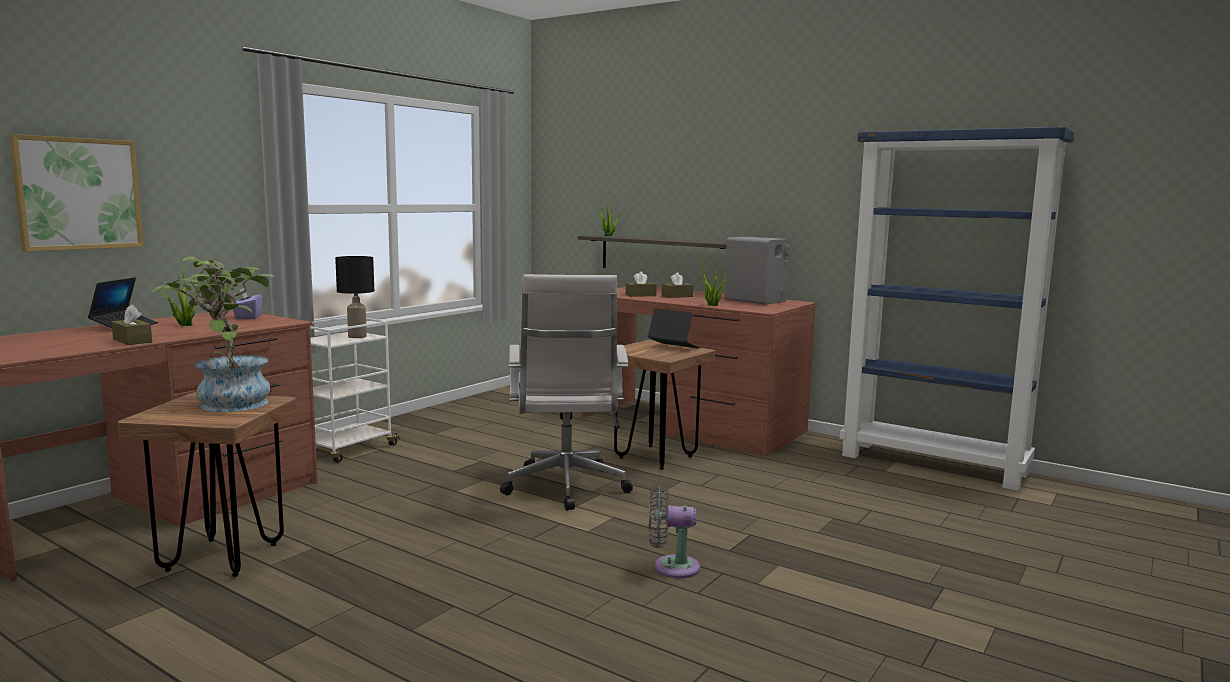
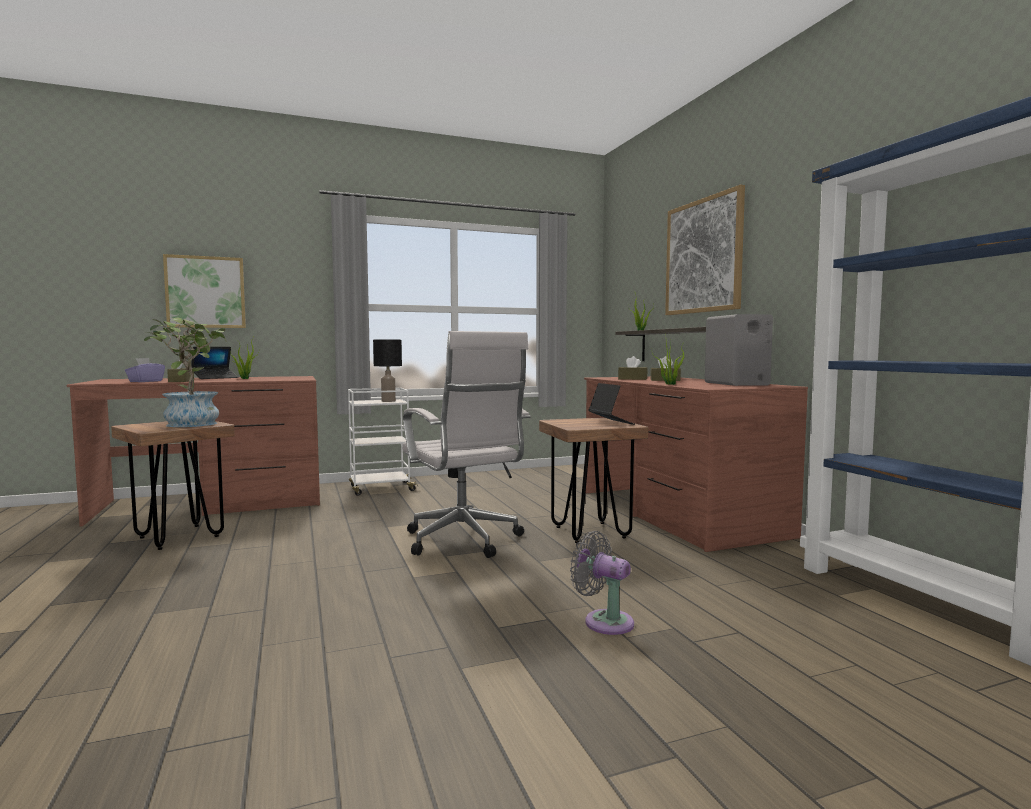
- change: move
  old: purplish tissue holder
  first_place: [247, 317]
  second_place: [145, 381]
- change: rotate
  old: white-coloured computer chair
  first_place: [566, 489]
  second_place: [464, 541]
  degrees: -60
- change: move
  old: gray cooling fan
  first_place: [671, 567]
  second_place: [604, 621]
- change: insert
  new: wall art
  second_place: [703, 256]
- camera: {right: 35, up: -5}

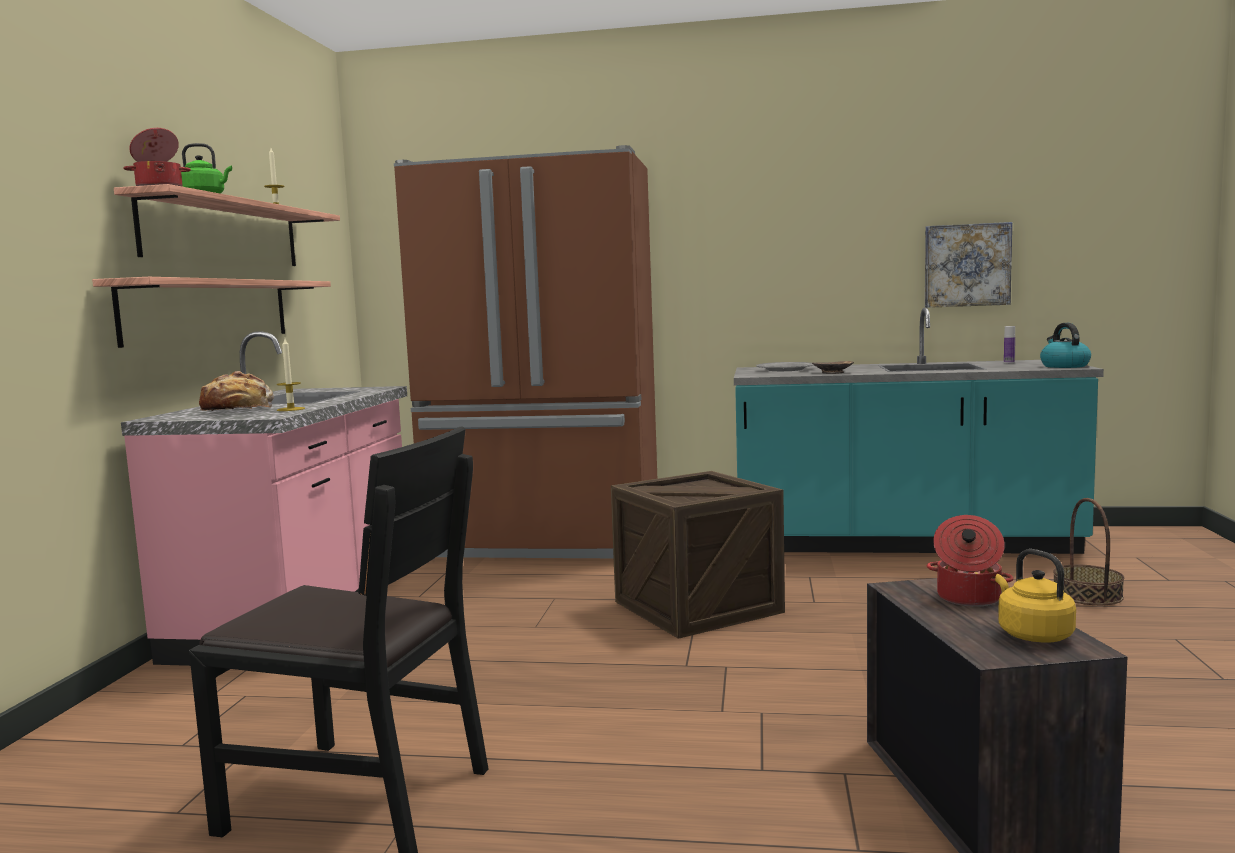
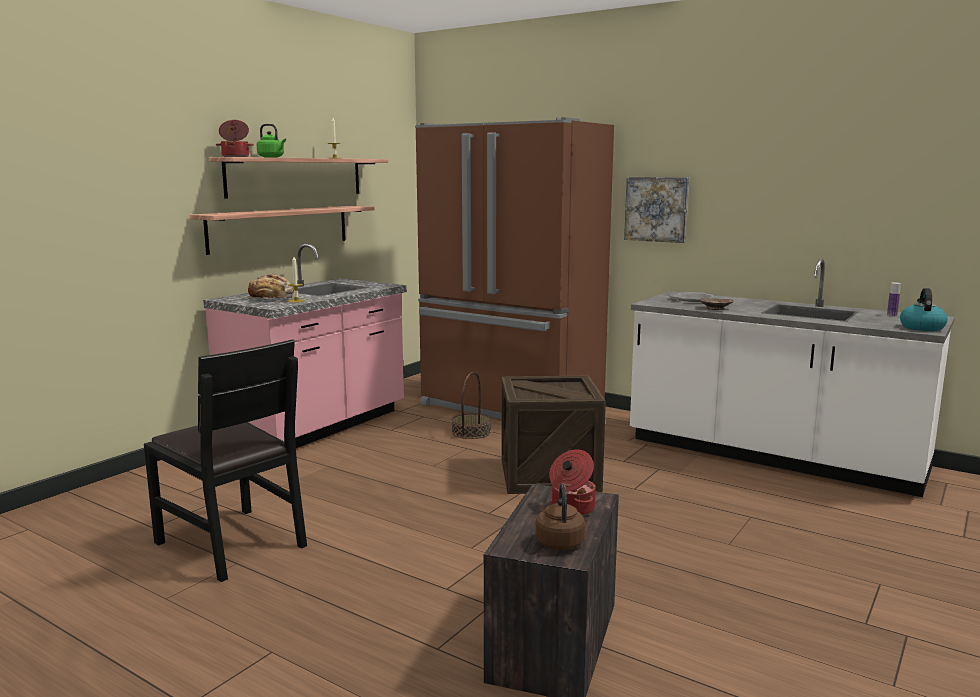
- change: recolor
  old: blue-green kitchen base unit
  new: white-coloured kitchen base unit
  first_place: [901, 543]
  second_place: [772, 456]
- change: move
  old: wall art
  first_place: [966, 265]
  second_place: [656, 209]
- change: recolor
  old: yellowish kettle
  new: brown kettle
  first_place: [1032, 634]
  second_place: [559, 542]
- change: move
  old: storage basket
  first_place: [1087, 595]
  second_place: [471, 432]
- camera: {right: 25, up: 5}

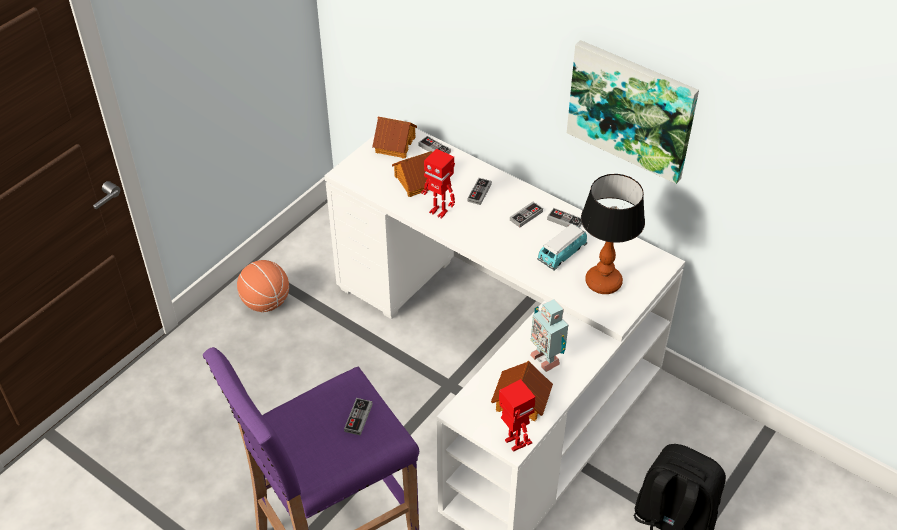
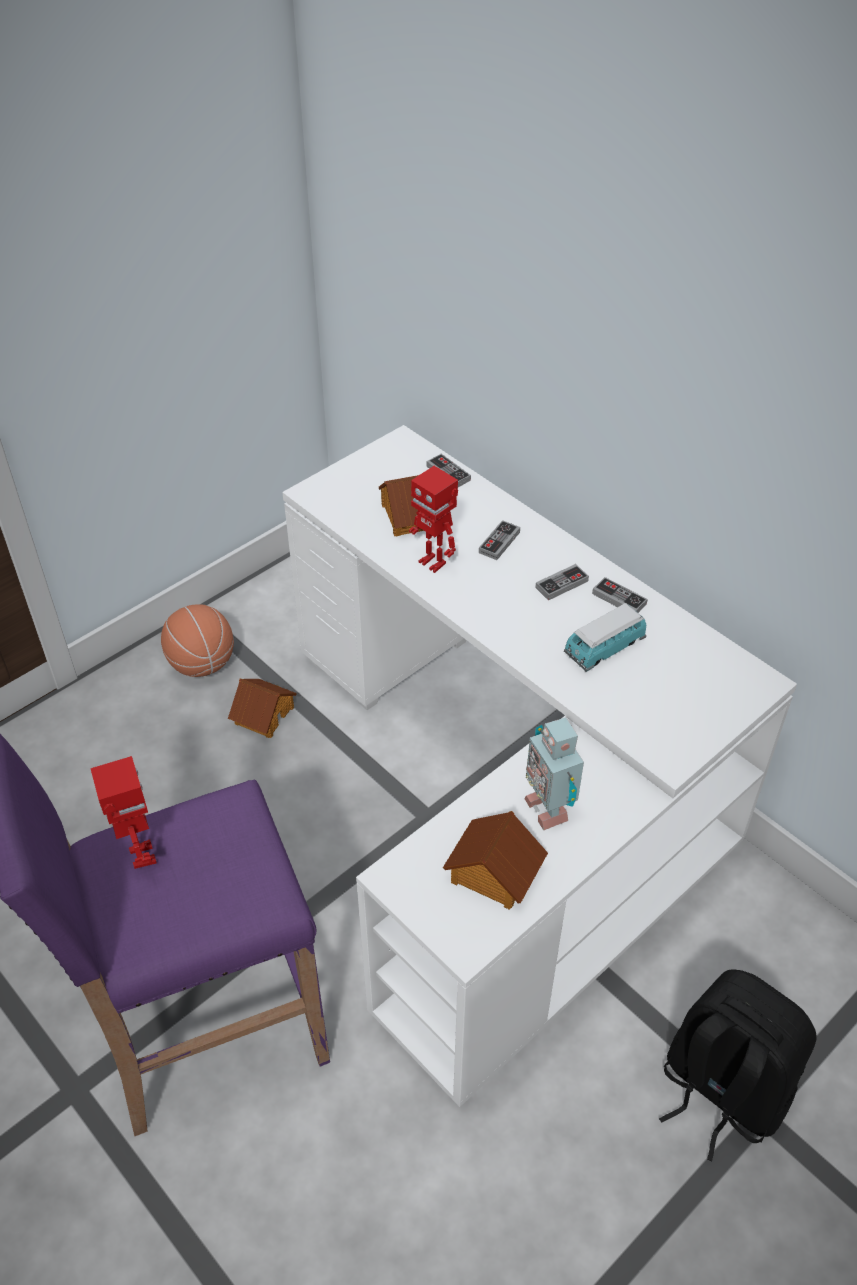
- change: delete
  old: gamepad
  first_place: [358, 418]
- change: move
  old: model house
  first_place: [394, 144]
  second_place: [263, 714]
- change: move
  old: robot figure
  first_place: [514, 443]
  second_place: [141, 856]
- change: delete
  old: wall art
  first_place: [631, 109]
- change: delete
  old: lamp for a table
  first_place: [603, 282]
- camera: {right: 10, up: 0}

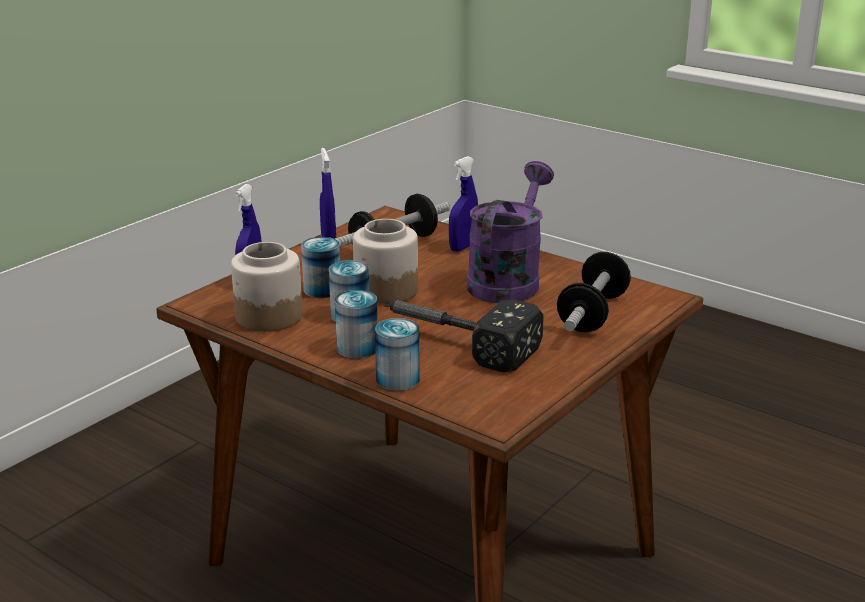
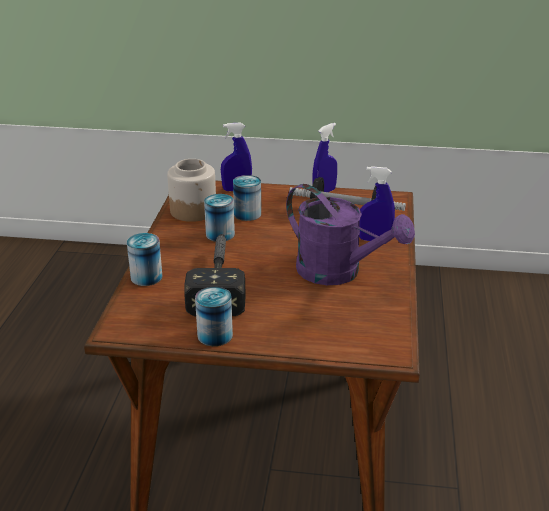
- change: move
  old: can
  first_place: [357, 348]
  second_place: [215, 335]
- change: delete
  old: preserve jar
  first_place: [385, 290]
- change: rotate
  old: purplish watering can
  first_place: [507, 280]
  second_place: [338, 273]
  degrees: 45
- change: delete
  old: dumbbell
  first_place: [593, 313]
- camera: {right: 60, up: 5}

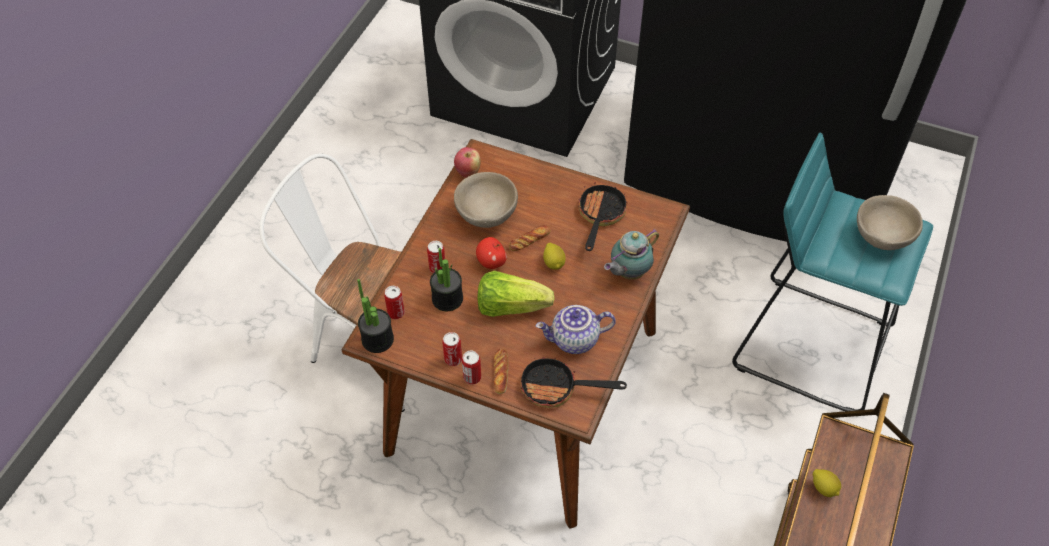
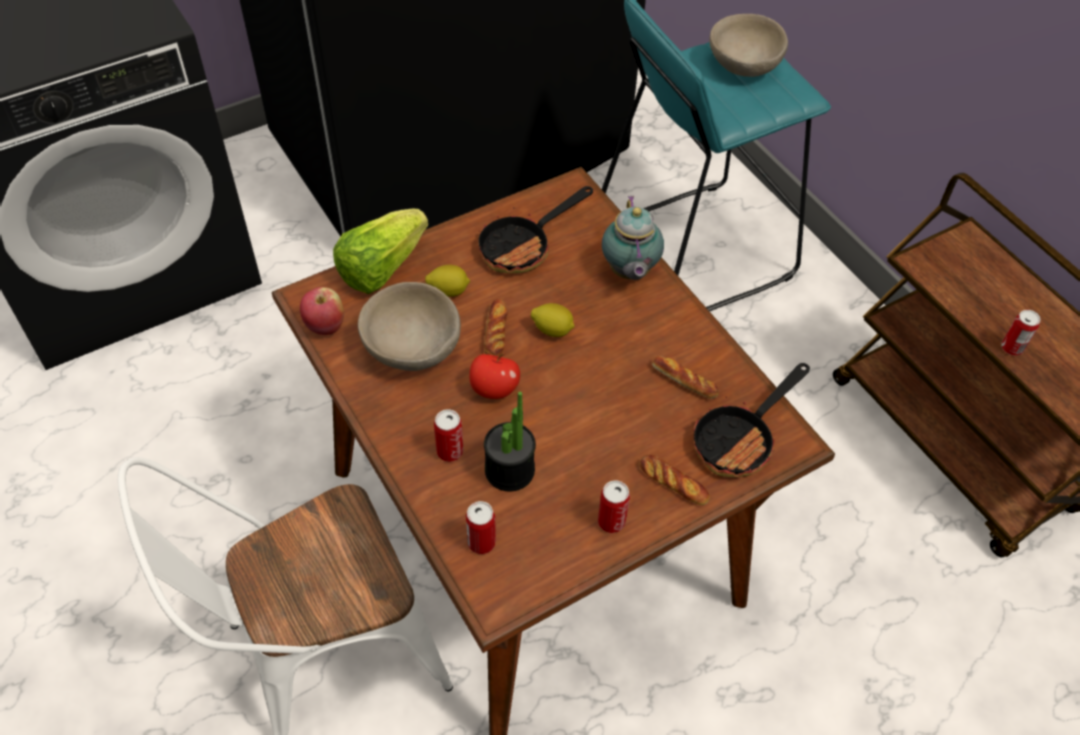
- change: delete
  old: potted plant
  first_place: [377, 339]
- change: move
  old: can
  first_place: [472, 377]
  second_place: [1012, 347]
- change: move
  old: head of lettuce
  first_place: [510, 306]
  second_place: [381, 267]
- change: replace
  old: pot for tea
  new: bakery bread
  first_place: [574, 341]
  second_place: [684, 380]
- change: rotate
  old: pan
  first_place: [600, 216]
  second_place: [523, 246]
  degrees: -90
- change: move
  old: lemon
  first_place: [824, 488]
  second_place: [448, 291]
- camera: {right: -55, up: 0}

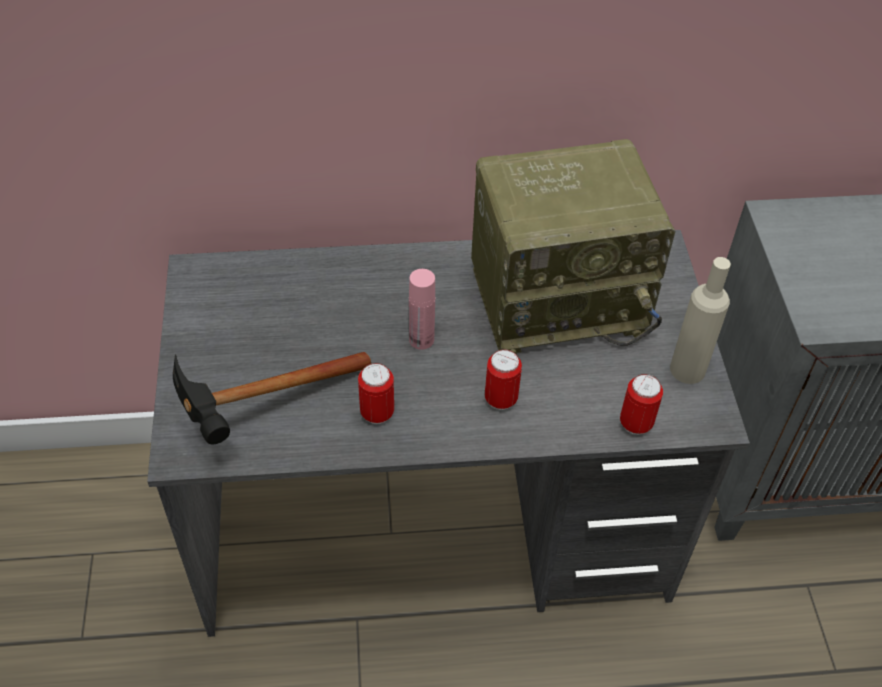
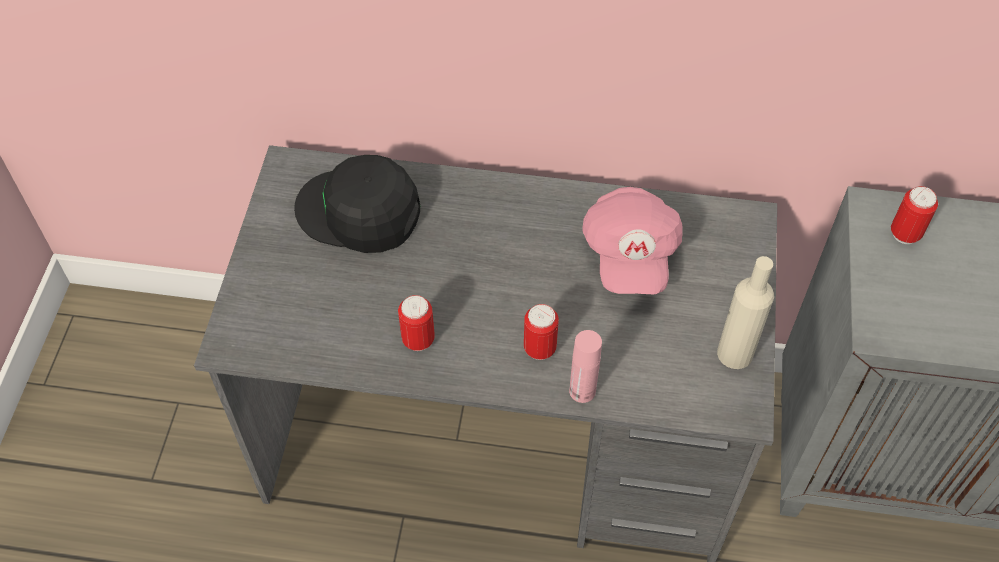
- change: delete
  old: tool hammer
  first_place: [258, 413]
- change: move
  old: pinkish bottle
  first_place: [421, 339]
  second_place: [582, 391]
- change: replace
  old: radio set
  new: pinkish cap
  first_place: [559, 297]
  second_place: [629, 254]
- change: move
  old: can
  first_place: [635, 423]
  second_place: [905, 234]
- change: insert
  new: black-coloured cap
  second_place: [359, 212]
- camera: {right: 15, up: 5}

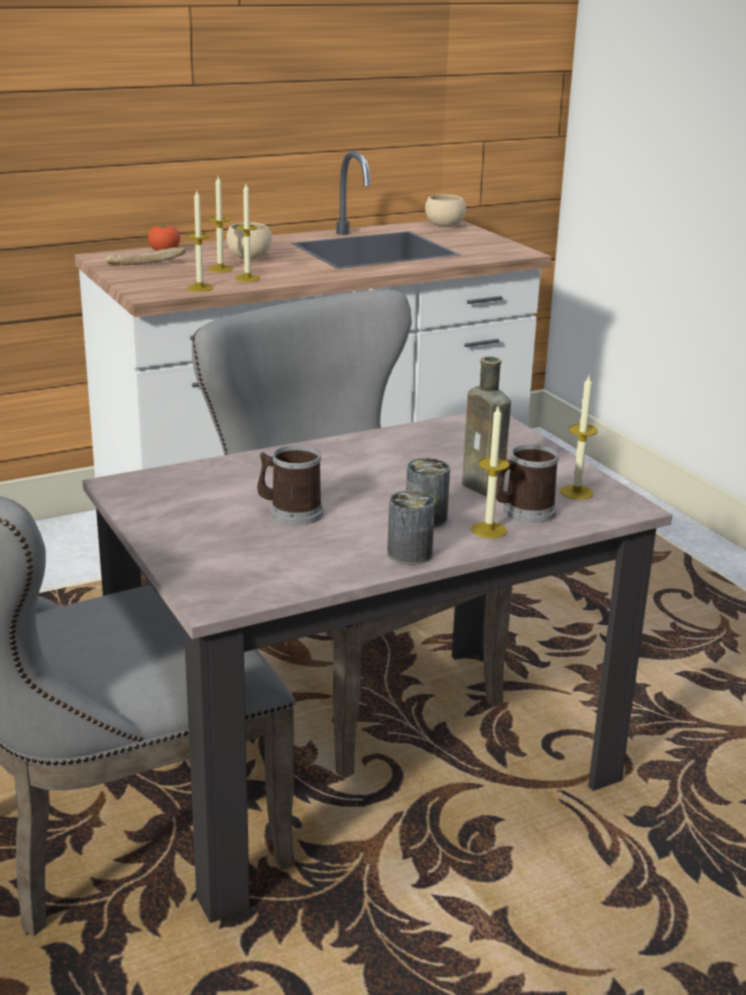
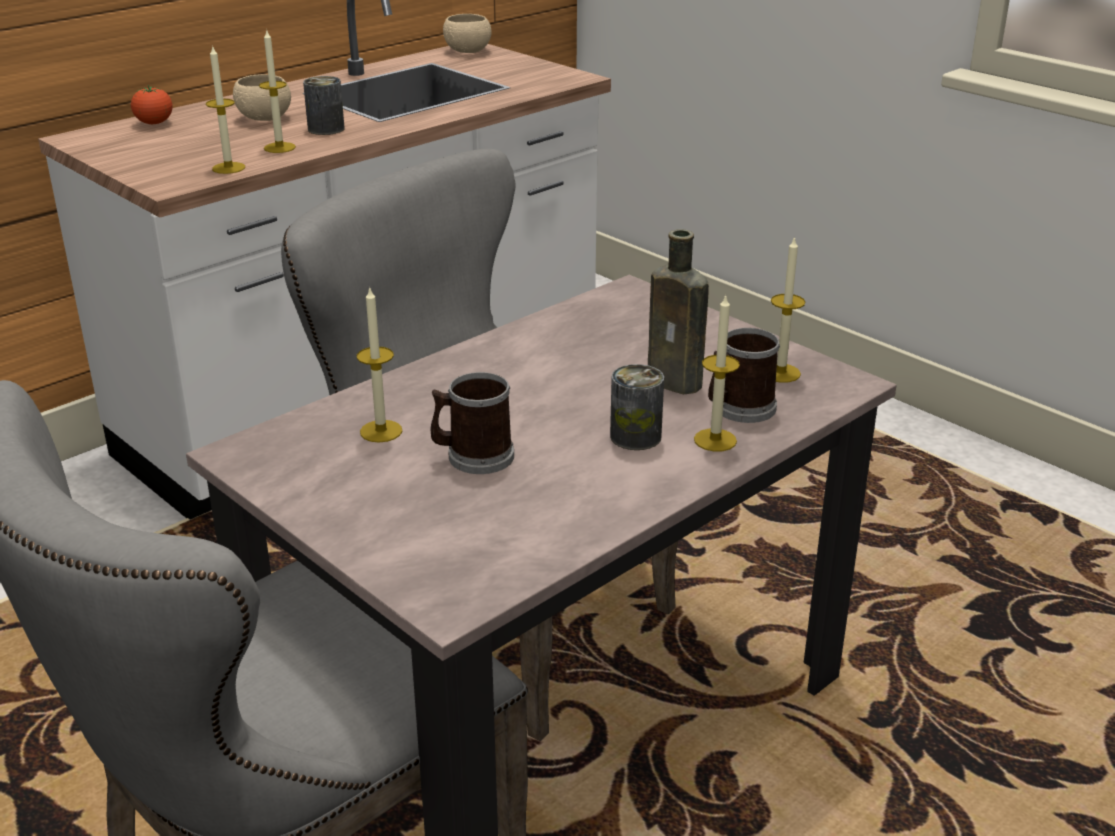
- change: delete
  old: bakery bread
  first_place: [146, 264]
- change: move
  old: wax candle
  first_place: [220, 269]
  second_place: [381, 431]
- change: move
  old: can
  first_place: [409, 553]
  second_place: [326, 129]
- camera: {right: -15, up: 5}

